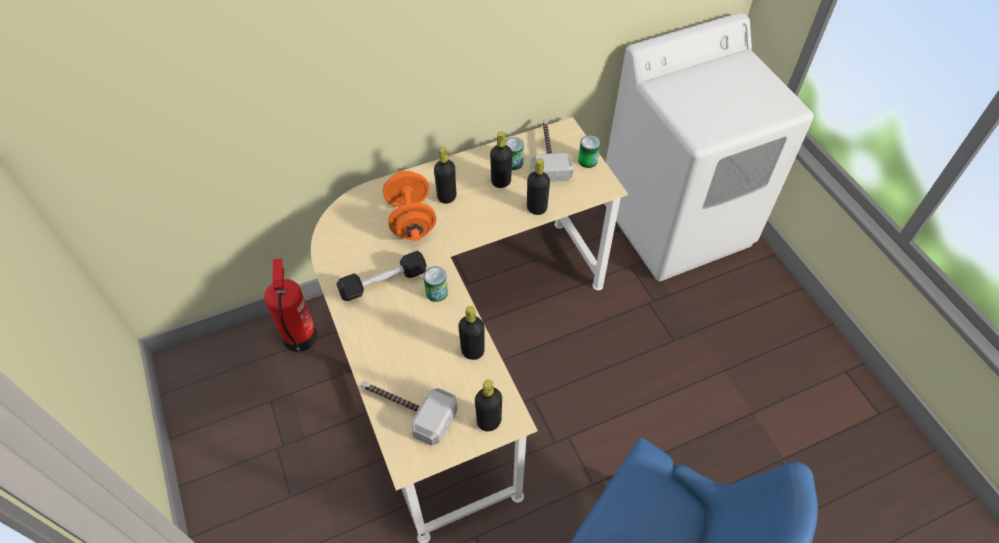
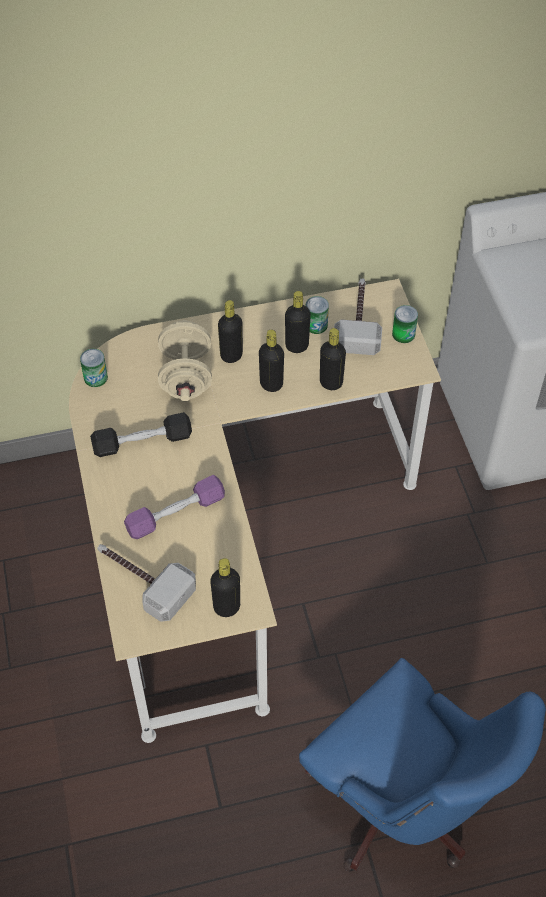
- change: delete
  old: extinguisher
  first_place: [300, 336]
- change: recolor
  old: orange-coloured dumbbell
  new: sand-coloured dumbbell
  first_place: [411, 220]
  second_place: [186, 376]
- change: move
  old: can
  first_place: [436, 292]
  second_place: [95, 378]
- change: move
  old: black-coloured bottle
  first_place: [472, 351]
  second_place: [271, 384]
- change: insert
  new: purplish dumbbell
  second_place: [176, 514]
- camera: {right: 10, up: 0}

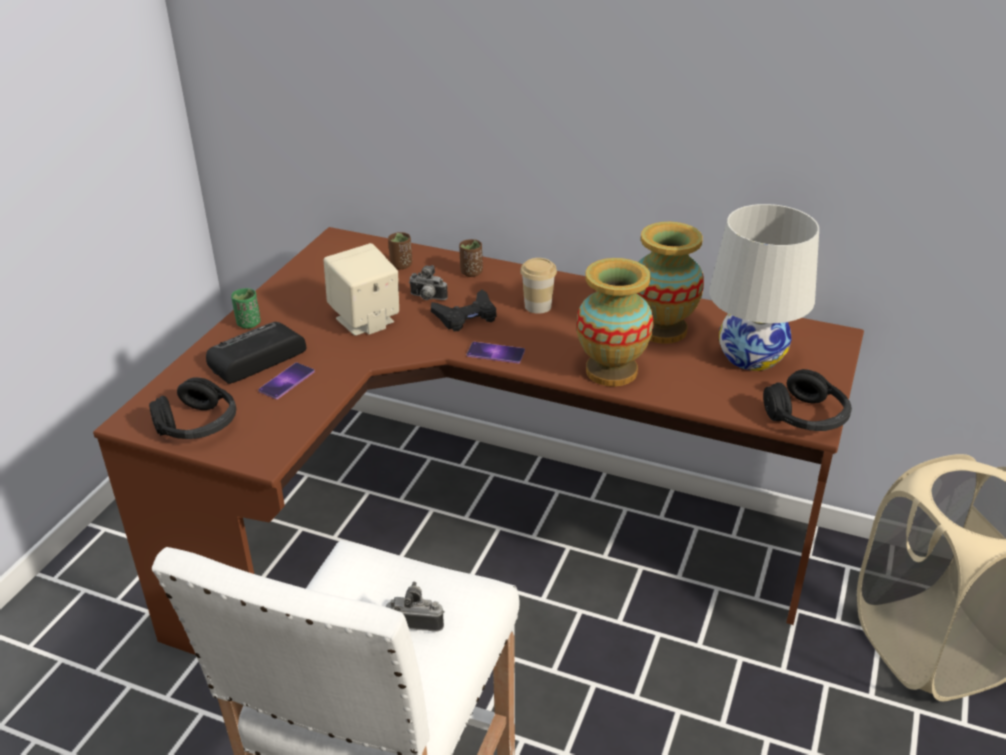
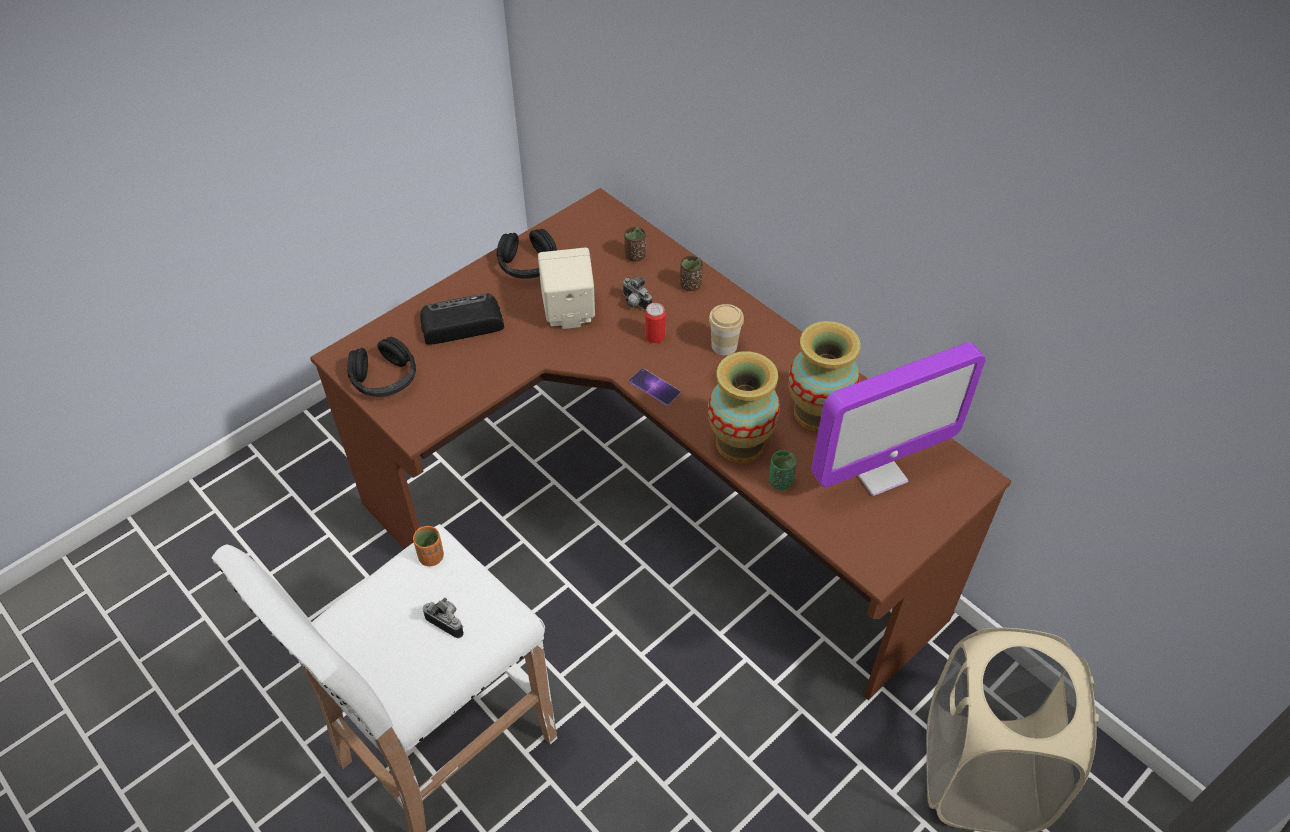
- change: move
  old: green-coloured small cup
  first_place: [248, 323]
  second_place: [780, 481]
- change: delete
  old: handset
  first_place: [286, 381]
- change: replace
  old: black-coloured gamepad
  new: can
  first_place: [466, 316]
  second_place: [655, 336]
- change: replace
  old: white-coloured lamp for a table
  new: computer display
  first_place: [751, 356]
  second_place: [877, 472]
- change: move
  old: black-coloured pair of headphones
  first_place: [806, 417]
  second_place: [528, 265]
- change: insert
  new: orange-coloured small cup
  second_place: [431, 557]
- camera: {right: 25, up: 15}

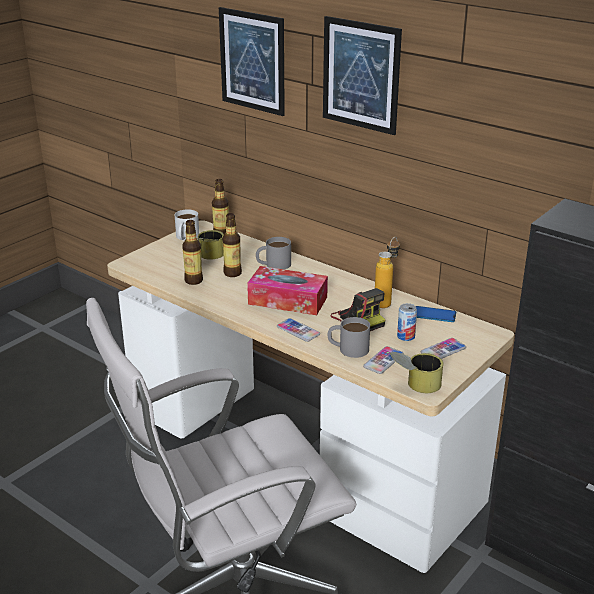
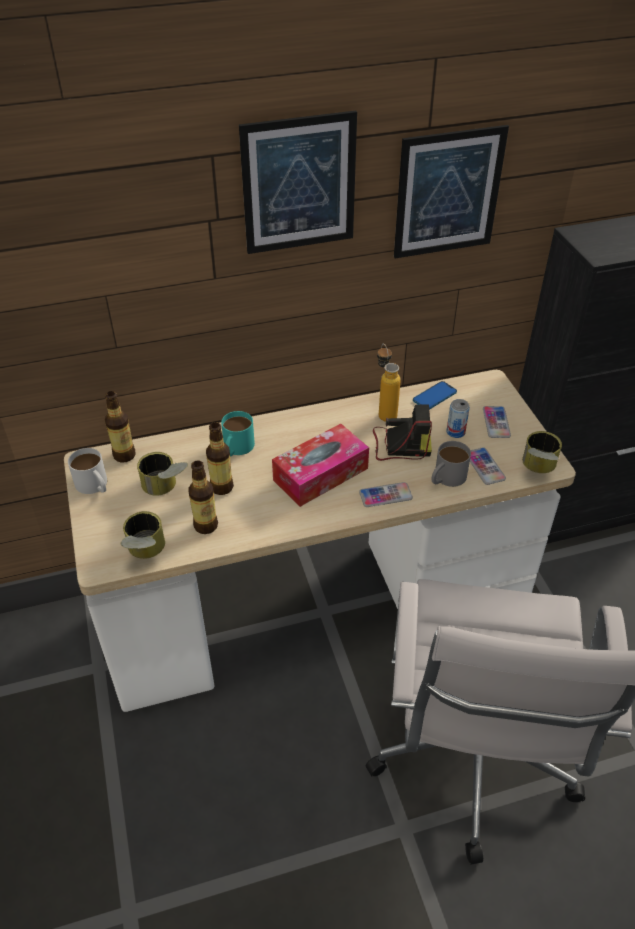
- change: move
  old: wall art
  first_place: [252, 61]
  second_place: [448, 193]
- change: recolor
  old: gray mug
  new: blue-green mug
  first_place: [273, 265]
  second_place: [236, 448]
- change: insert
  new: can
  second_place: [145, 553]
- camera: {right: -55, up: 15}

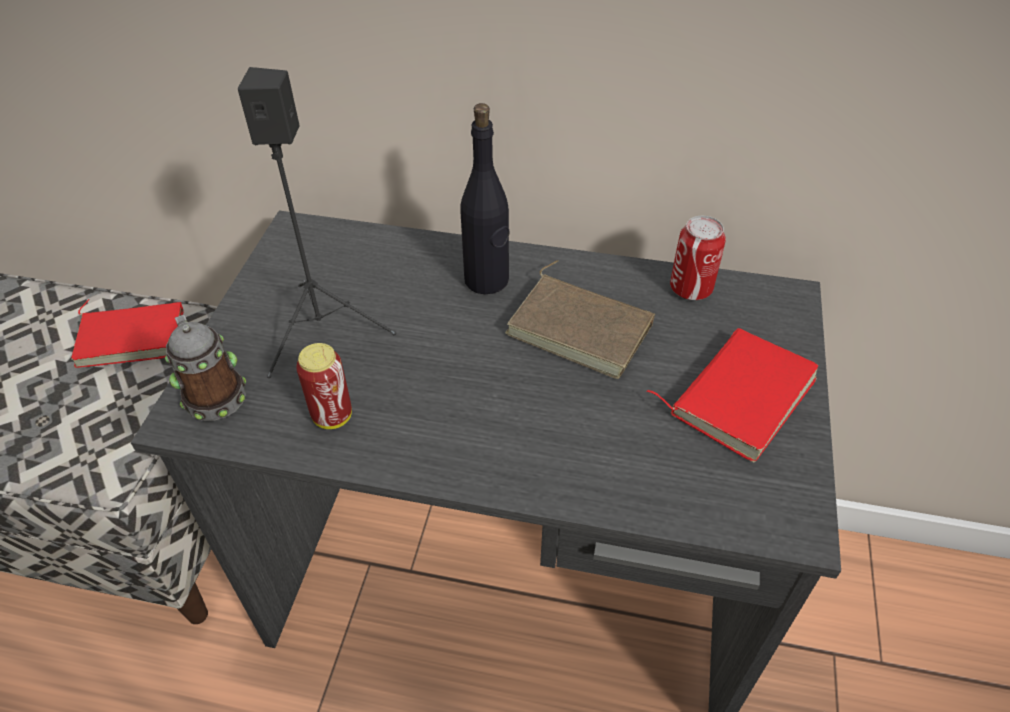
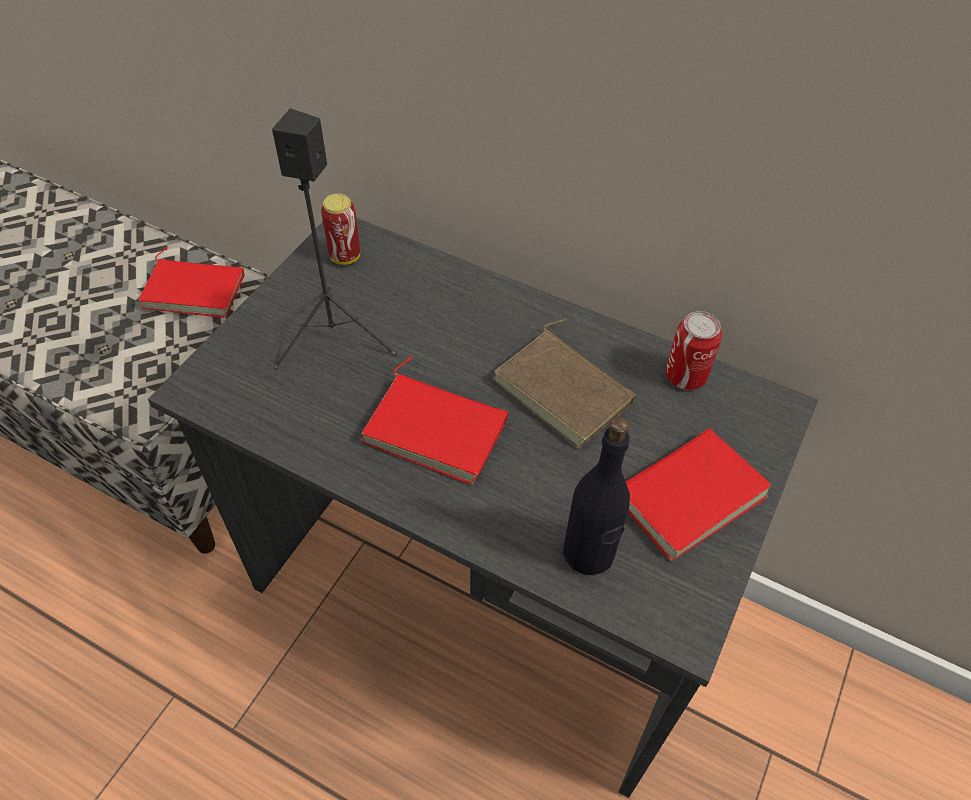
- change: delete
  old: mug
  first_place: [213, 393]
- change: move
  old: can
  first_place: [332, 416]
  second_place: [345, 256]
- change: move
  old: black-coloured bottle
  first_place: [487, 280]
  second_place: [589, 553]
- change: insert
  new: reddish bound book
  second_place: [438, 428]
- camera: {right: 15, up: 5}

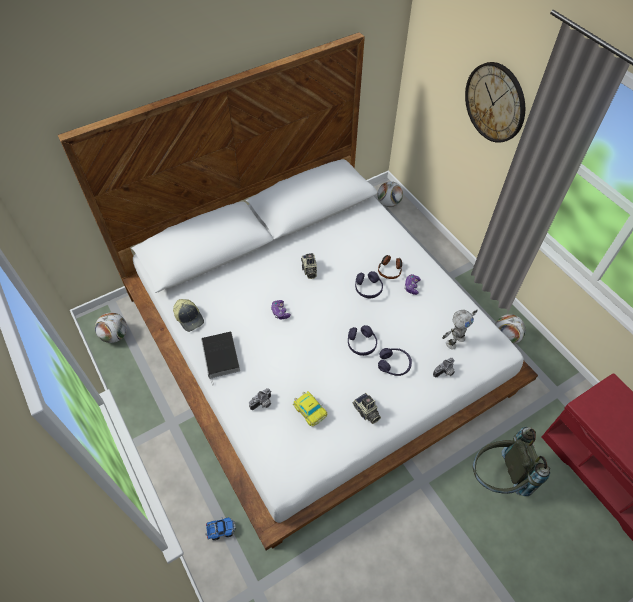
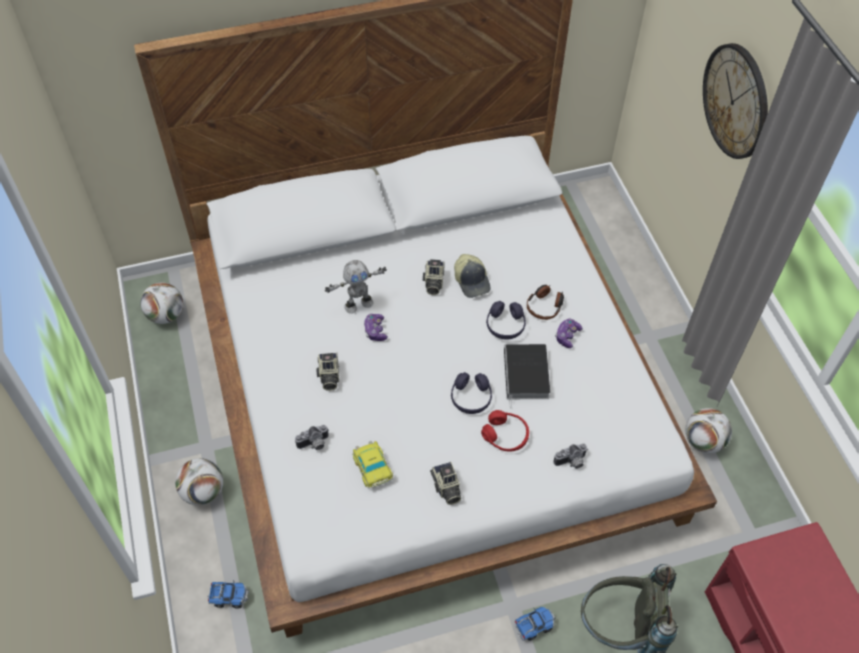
- change: move
  old: cap
  first_place: [189, 318]
  second_place: [472, 281]
- change: move
  old: bound book
  first_place: [221, 357]
  second_place: [526, 376]
- change: move
  old: ball for football
  first_place: [388, 203]
  second_place: [203, 492]
- change: recolor
  old: purplish pair of headphones
  new: reddish pair of headphones
  first_place: [394, 364]
  second_place: [505, 435]
- change: move
  old: robot figure
  first_place: [454, 340]
  second_place: [358, 304]
- change: insert
  new: photo camera
  second_place: [328, 376]
- change: insert
  new: toy truck
  second_place: [534, 626]
- camera: {right: 15, up: 0}

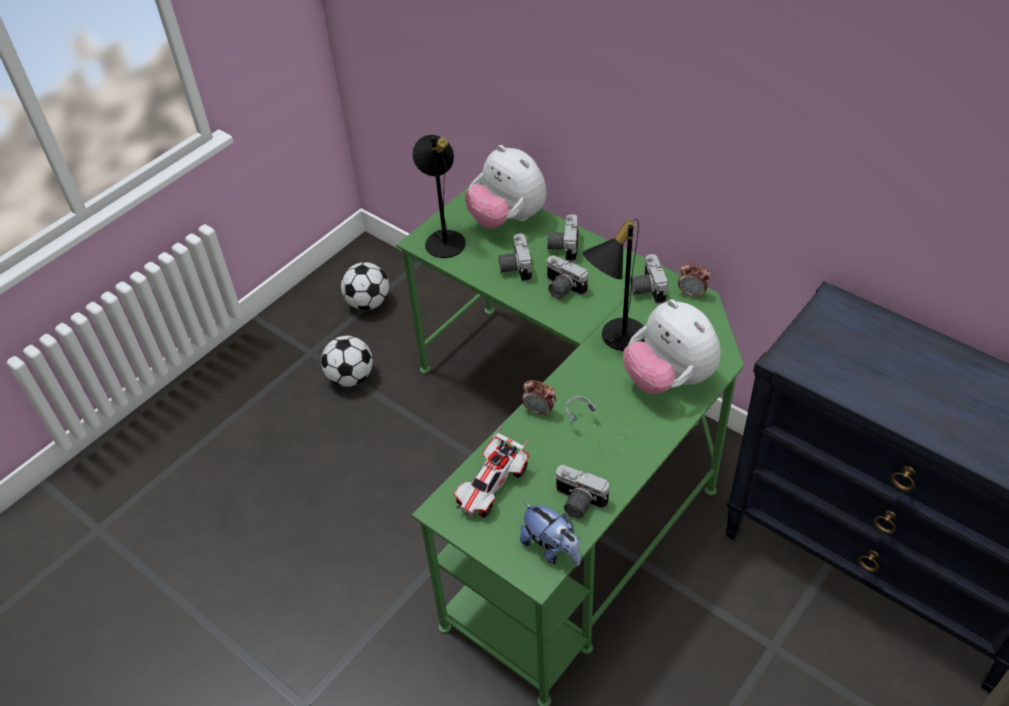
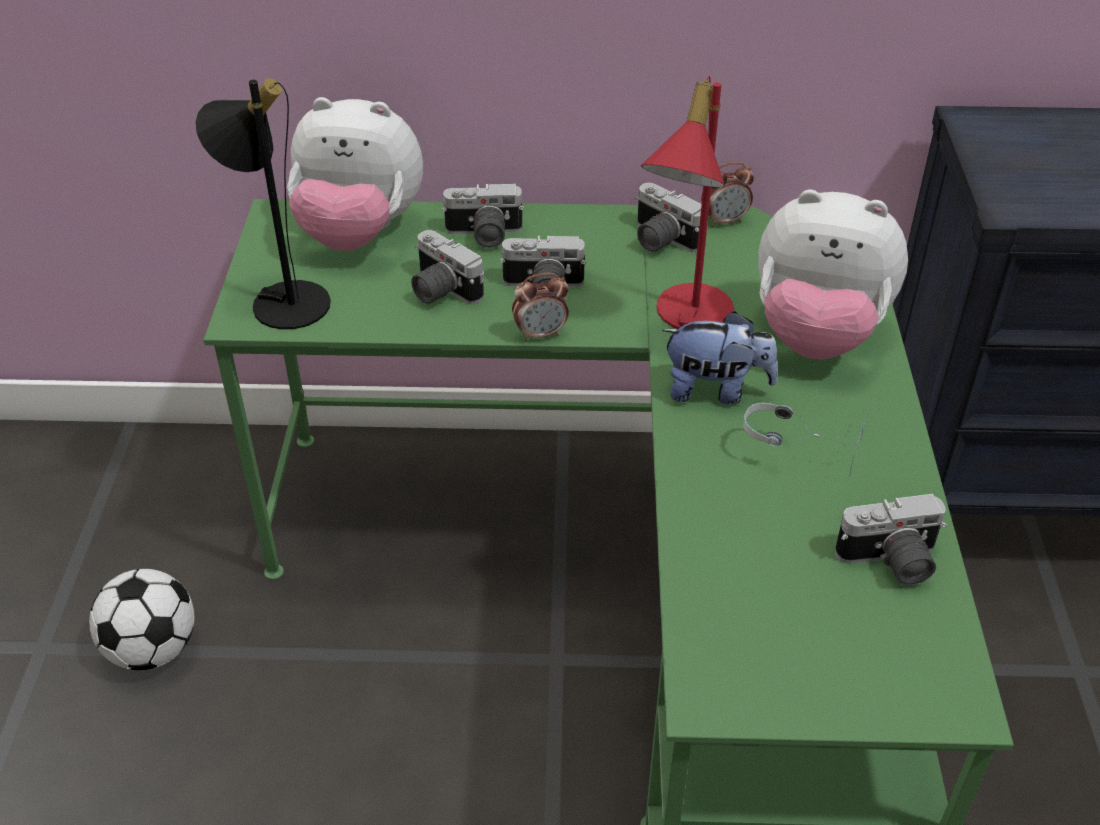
- change: delete
  old: ball for football
  first_place: [368, 303]
- change: delete
  old: miniature car
  first_place: [492, 486]
- change: move
  old: cuddly toy
  first_place: [551, 548]
  second_place: [716, 390]
- change: move
  old: table clock
  first_place: [539, 410]
  second_place: [541, 334]
- change: rotate
  old: photo camera
  first_place: [563, 246]
  second_place: [483, 236]
  degrees: -60
- change: recolor
  old: black-coloured lamp for a table
  new: reddish lamp for a table
  first_place: [615, 336]
  second_place: [685, 316]
- camera: {right: -40, up: -5}

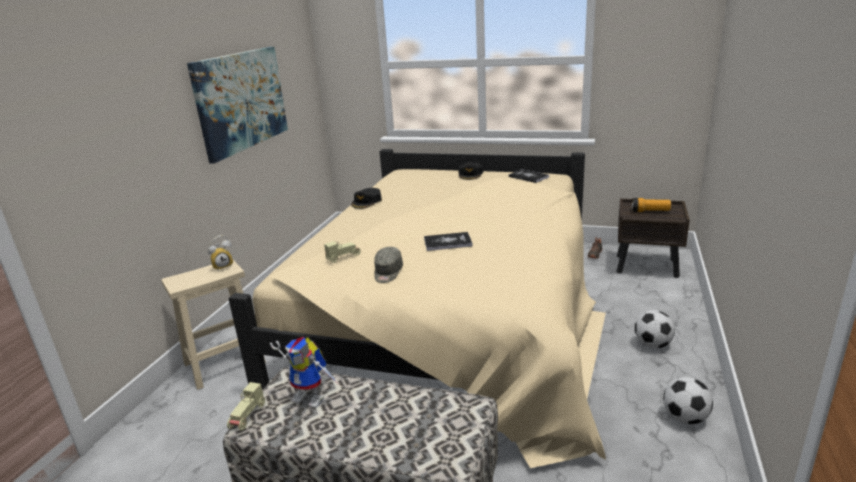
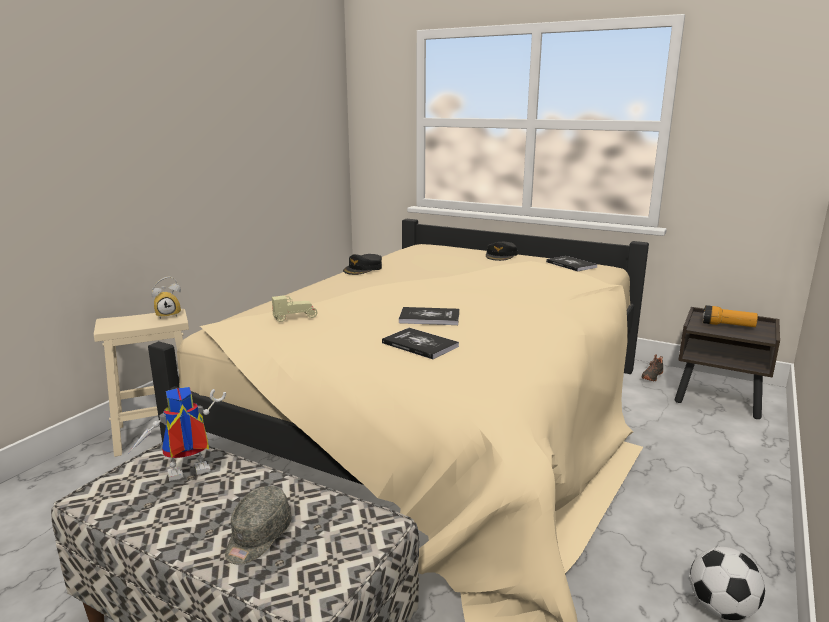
- change: delete
  old: wall art
  first_place: [241, 100]
- change: delete
  old: sand-coloured miniature car
  first_place: [248, 416]
- change: rotate
  old: robot figure
  first_place: [313, 397]
  second_place: [185, 476]
  degrees: 120
- change: move
  old: gray cap
  first_place: [388, 273]
  second_place: [257, 537]
- change: delete
  old: ball for football
  first_place: [652, 344]
- change: insert
  new: bound book
  second_place: [420, 345]
- camera: {right: 10, up: -5}

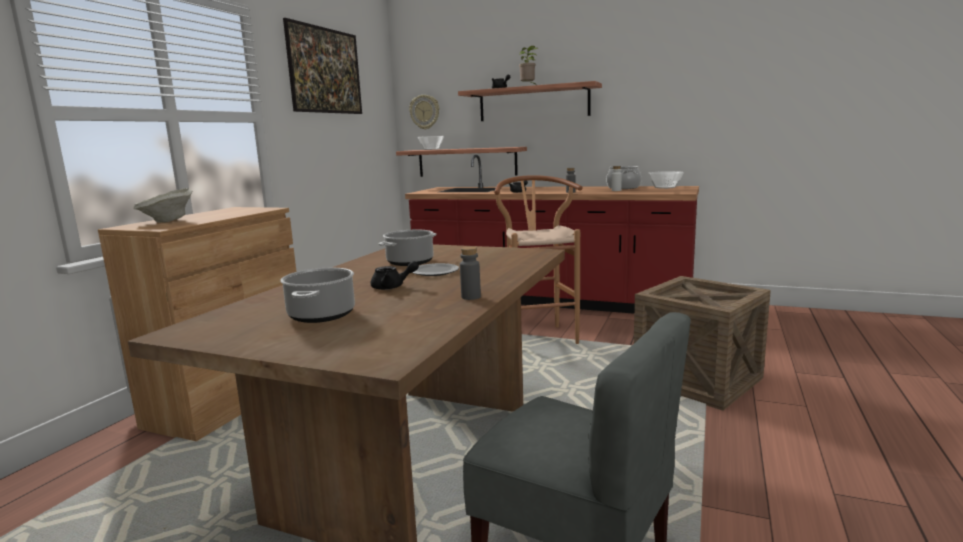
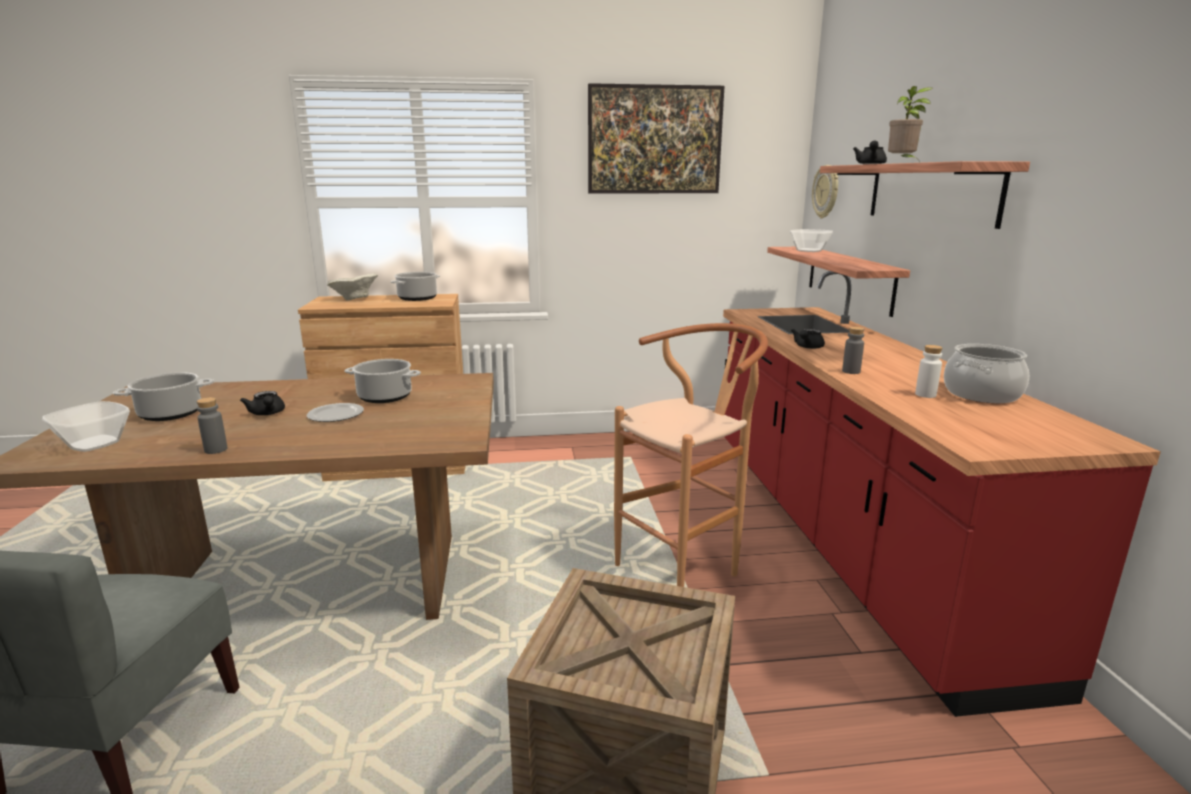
- change: move
  old: bowl
  first_place: [665, 187]
  second_place: [93, 444]
- change: insert
  new: cooking pot
  second_place: [417, 298]
- camera: {right: 60, up: 5}

